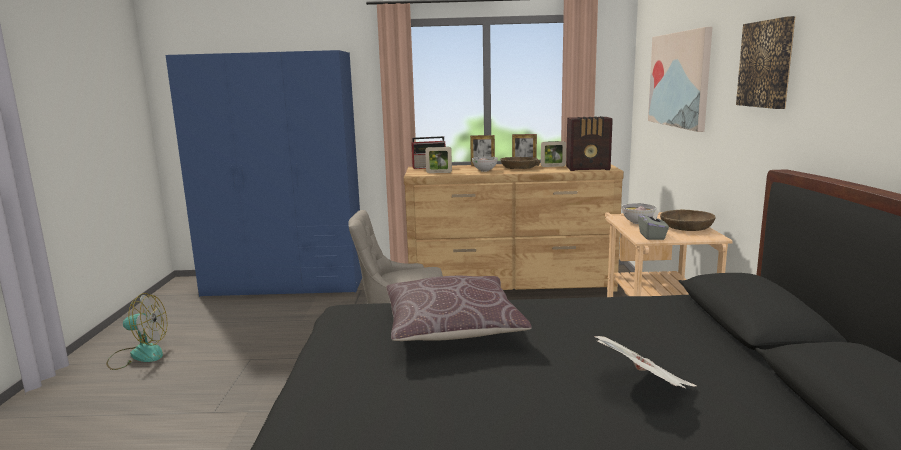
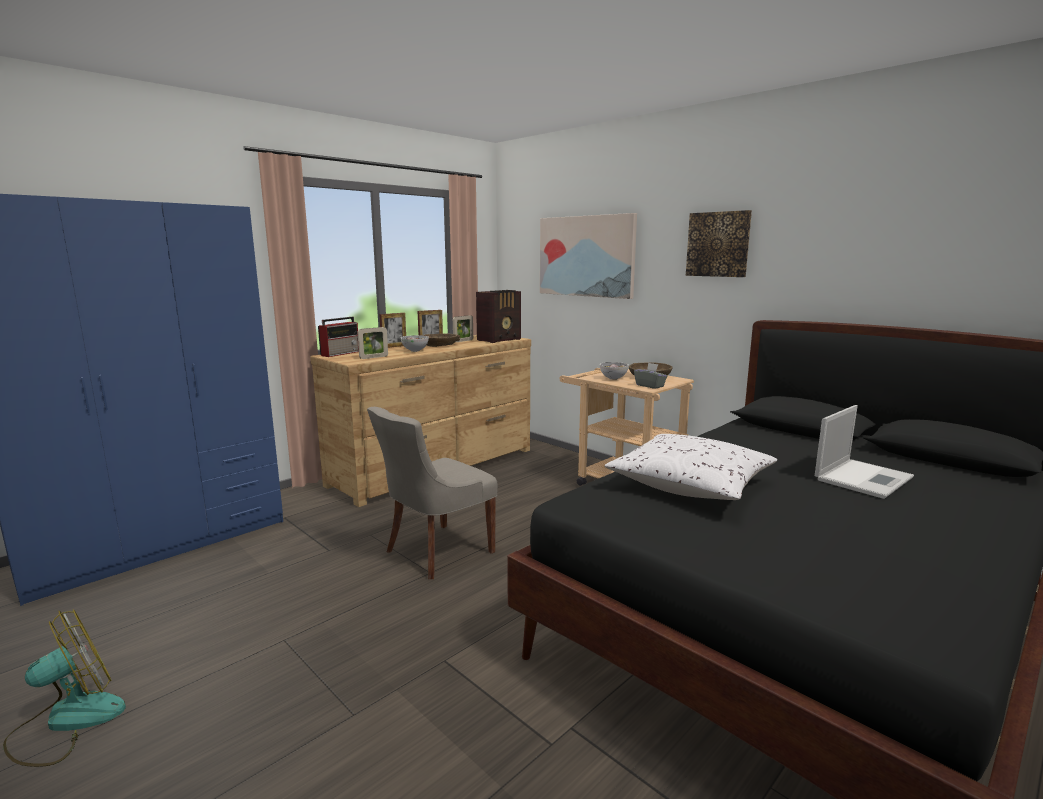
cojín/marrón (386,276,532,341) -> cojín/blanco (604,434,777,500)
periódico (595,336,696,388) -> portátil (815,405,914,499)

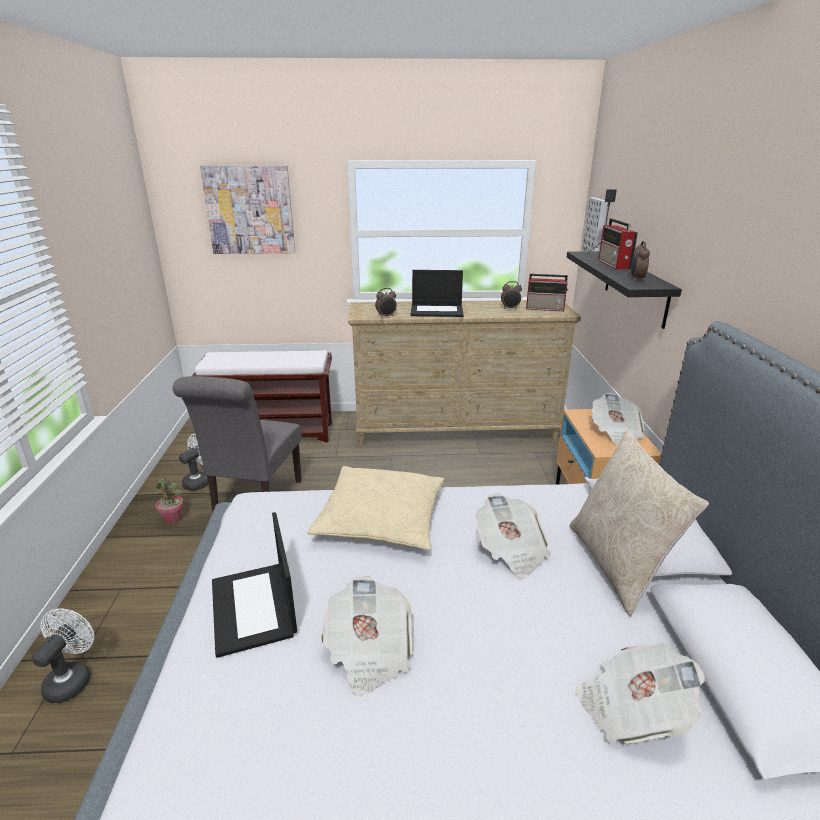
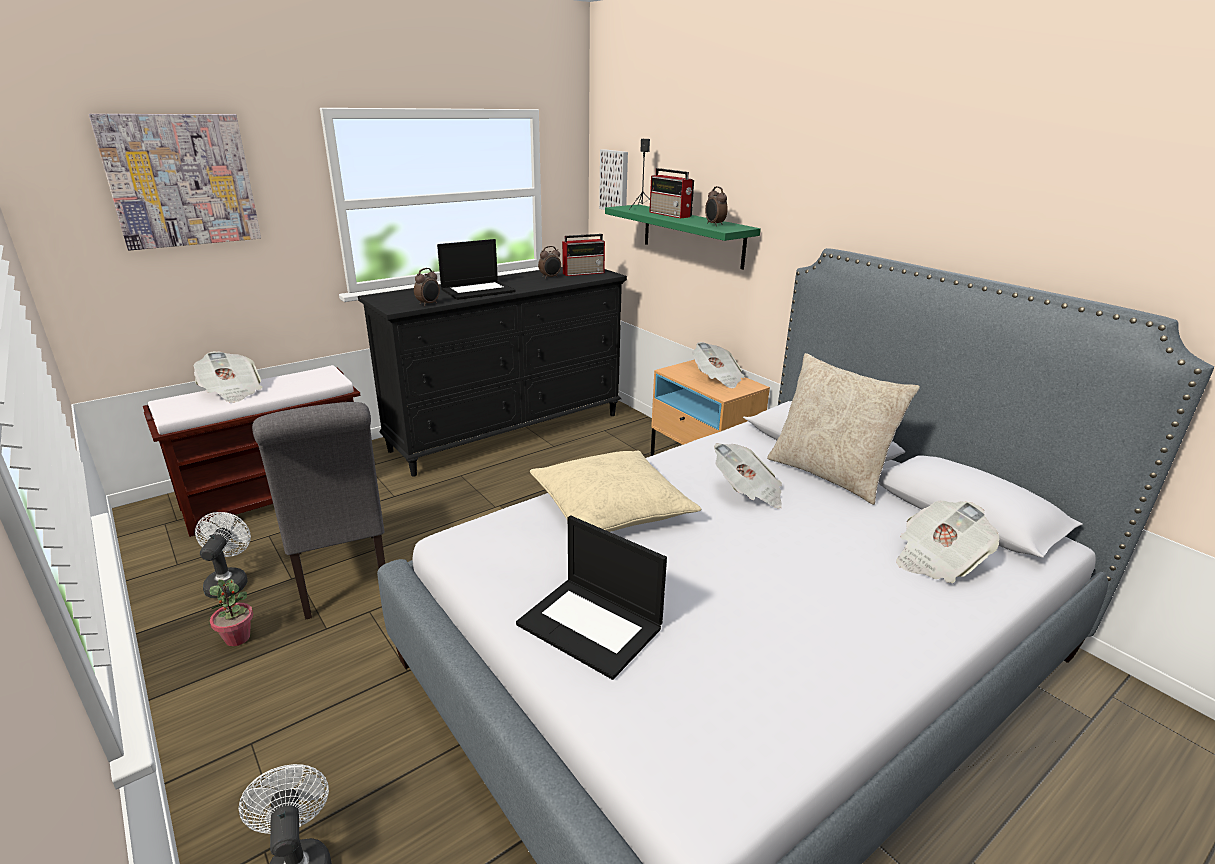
periódico (321,576,412,696) -> periódico (193,351,262,403), shifted
cómoda/beis (348,300,581,446) -> cómoda/negro (358,267,627,477)
estante/negro (567,251,682,329) -> estante/verde (605,205,761,270)

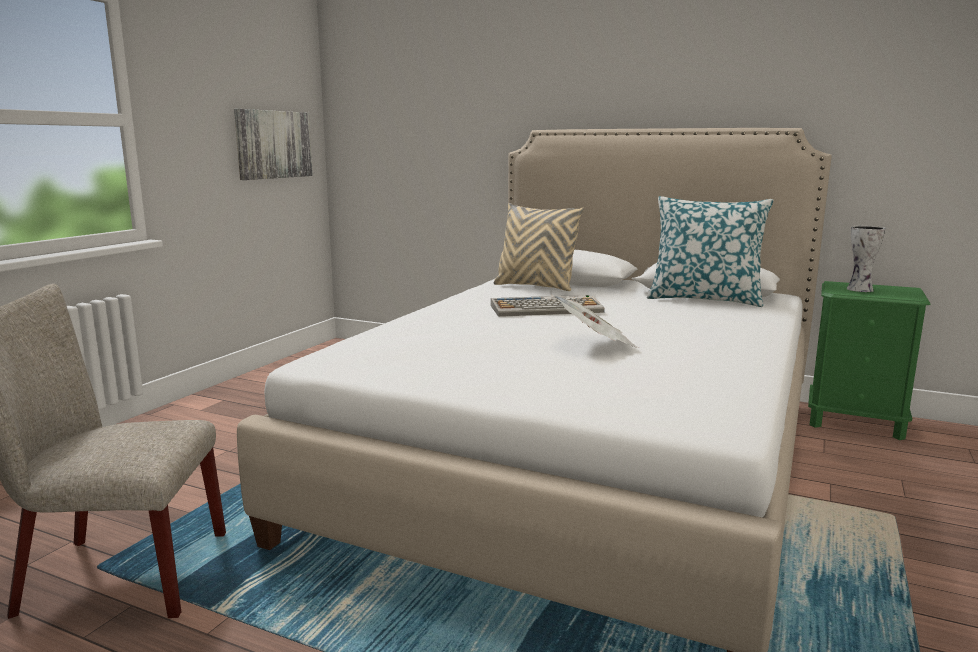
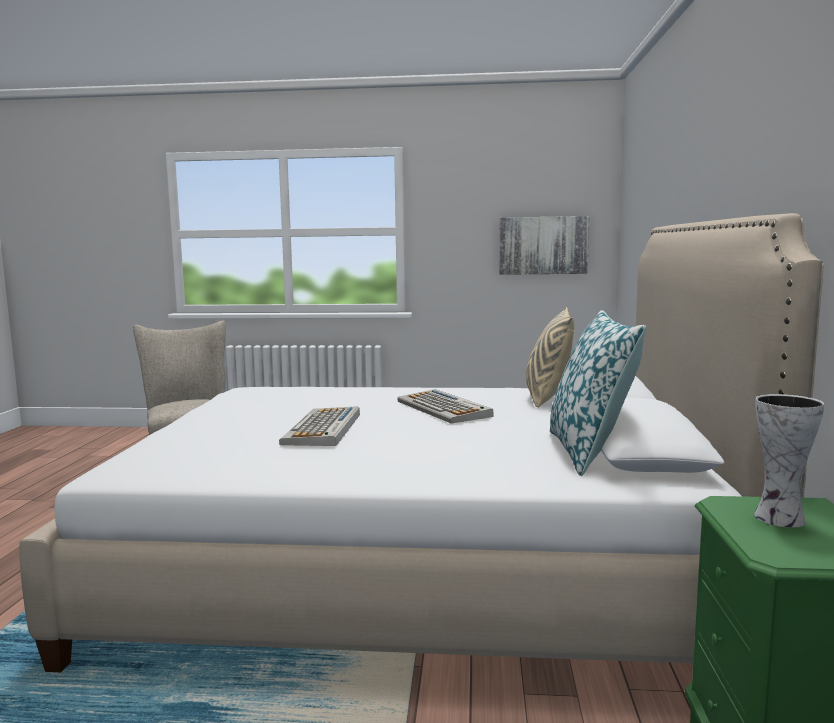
periódico (552,295,639,348) -> teclado (279,406,360,446)

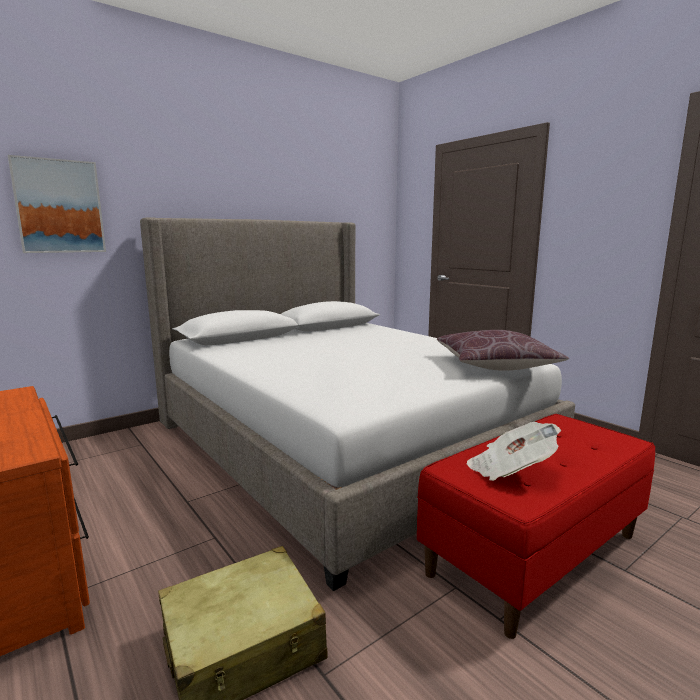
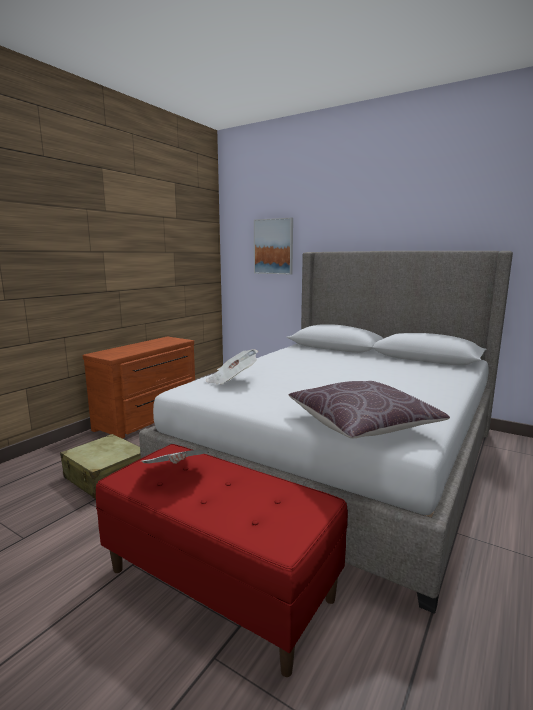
none -> periódico (206,349,258,385)

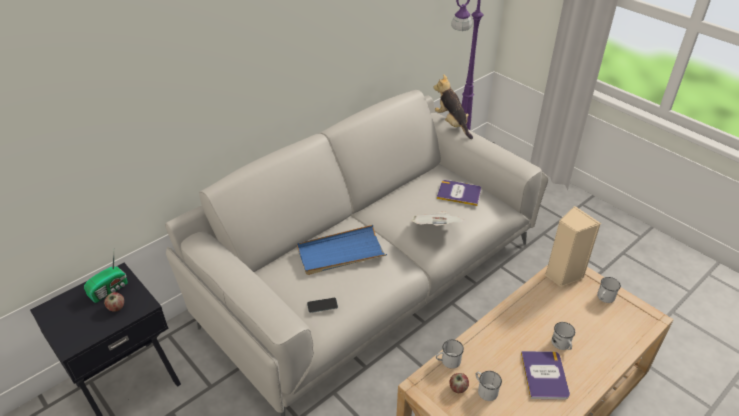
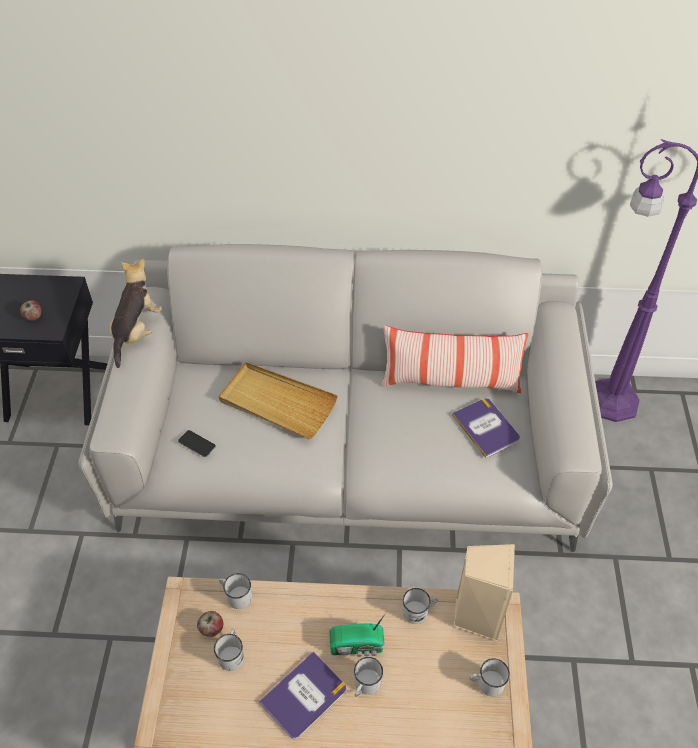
peluche (434,74,473,139) -> peluche (110,258,162,368), shifted
bandeja/azul (297,225,387,275) -> bandeja/beis (218,362,338,439)
radio (84,253,128,303) -> radio (329,612,387,657), shifted
none -> cojín (381,325,529,393)
none -> taza grande/blanco (403,588,438,624)
periódico (412,212,465,226) -> none

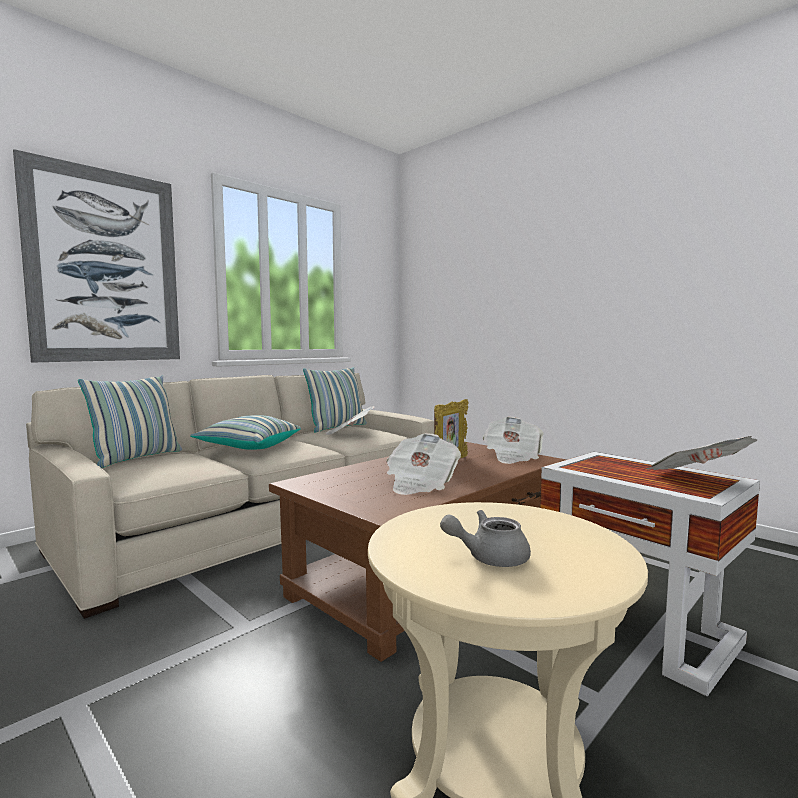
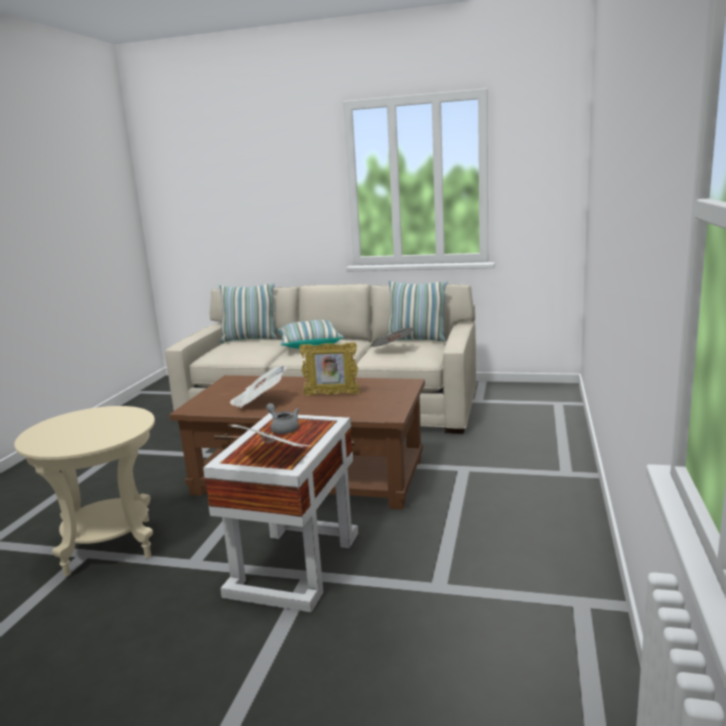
tetera/gris (440,510,531,567) -> tetera/gris (266,403,299,434), shifted
cuadro (13,149,180,363) -> none
periódico (483,416,544,464) -> none

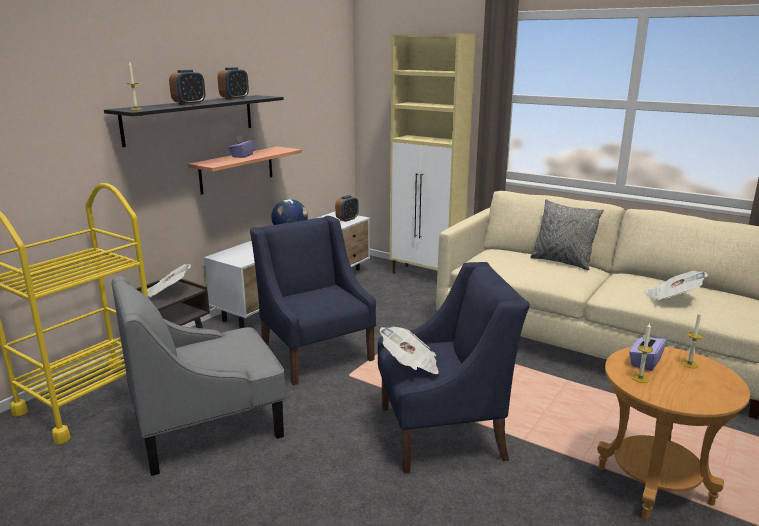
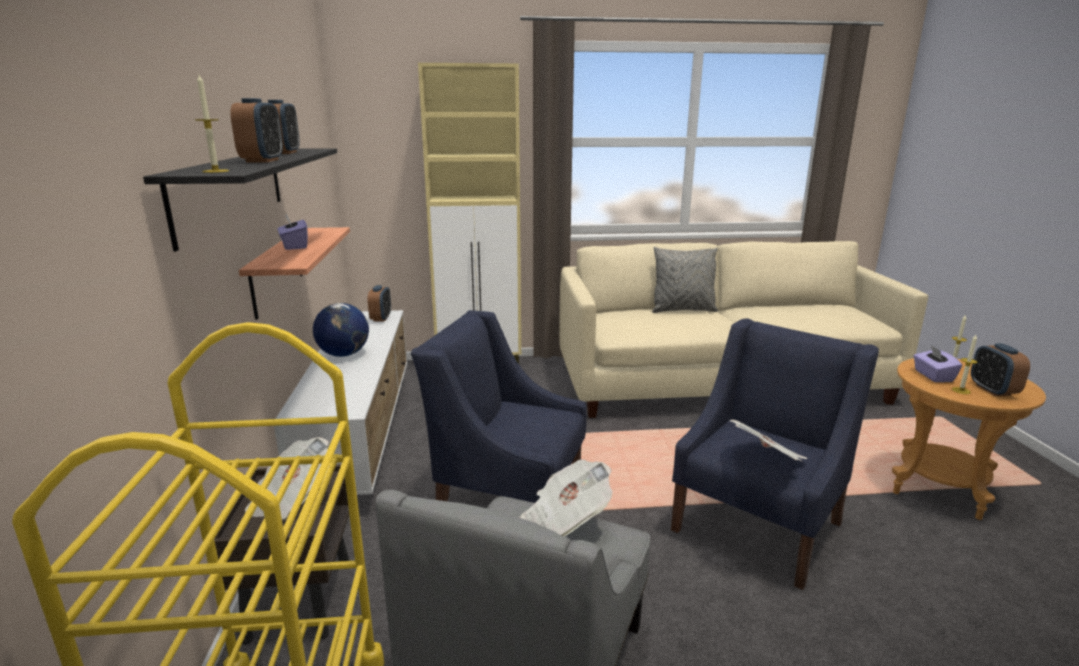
periódico (644,270,708,301) -> periódico (520,459,613,536), shifted
none -> despertador (971,343,1030,396)

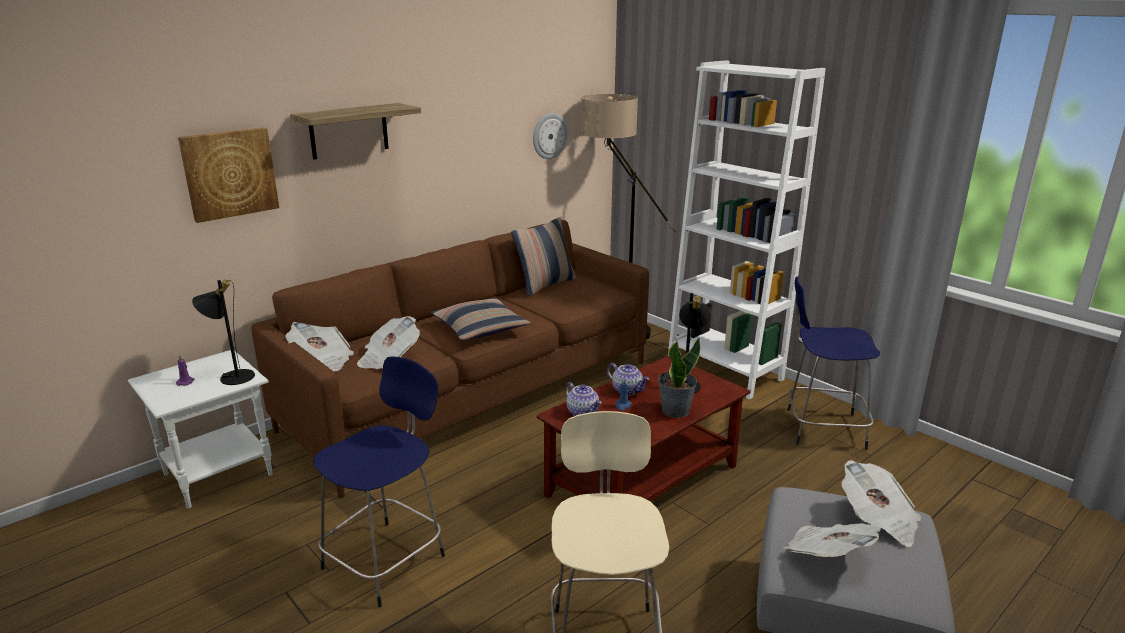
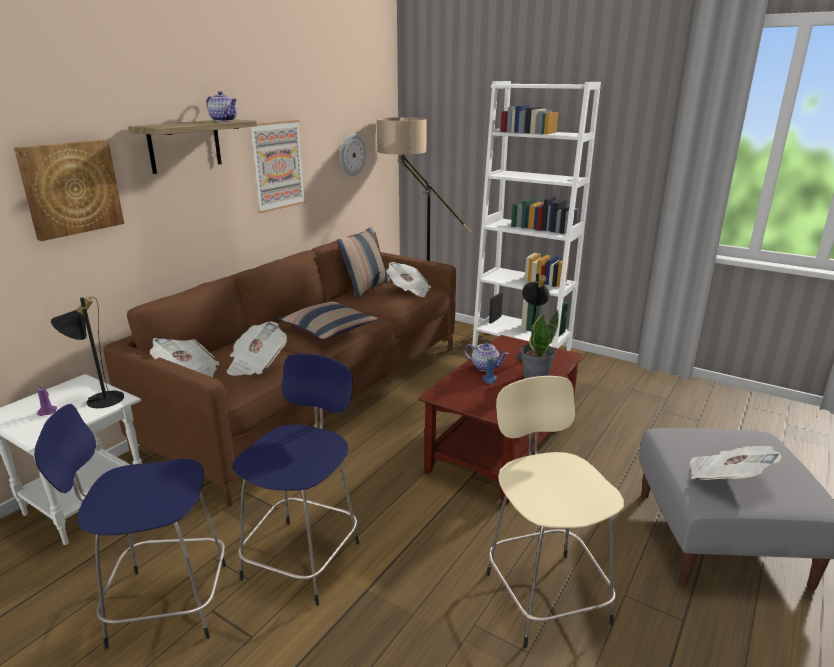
taburete/azul (787,276,880,450) -> taburete/azul (34,404,226,649), shifted
tetera (565,382,602,416) -> tetera (207,91,237,122), shifted
none -> cuadro (251,120,306,213)
periódico (841,460,921,547) -> periódico (386,262,431,297), shifted

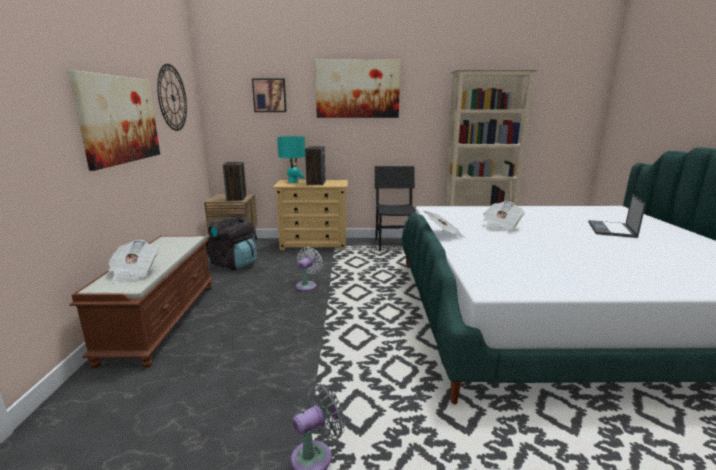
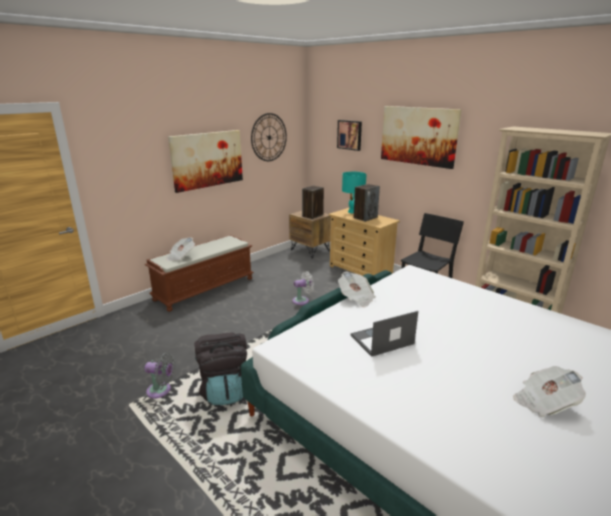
mochila/negro (206,216,257,270) -> mochila/negro (194,332,247,405), shifted
portátil (588,194,646,238) -> portátil (350,311,418,357), shifted
periódico (483,201,524,232) -> periódico (513,366,586,417), shifted

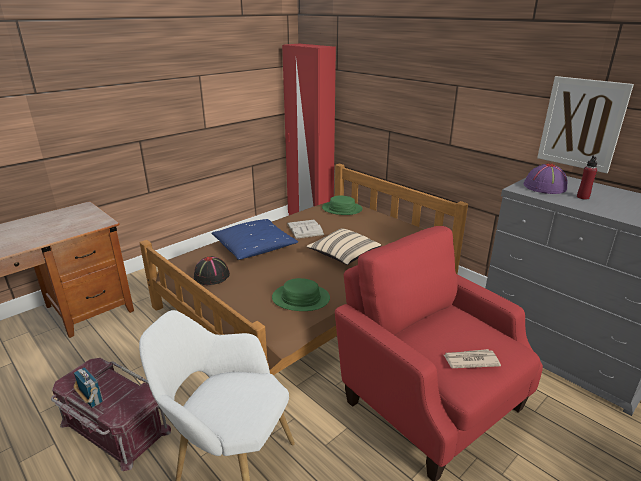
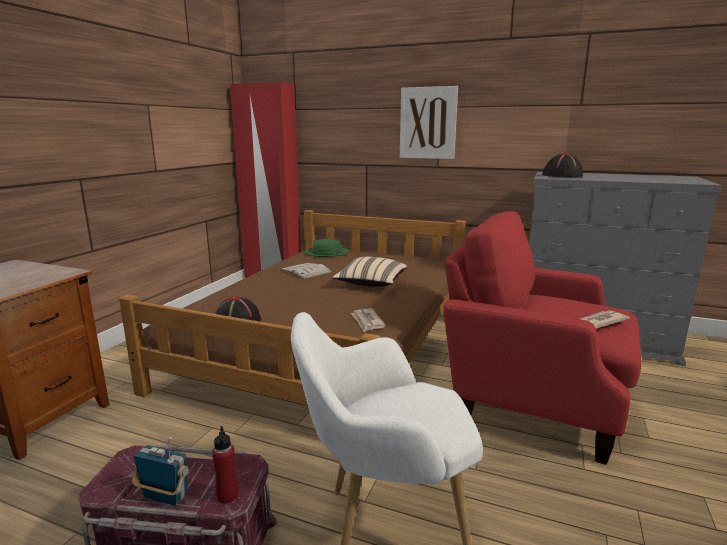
botella/rojo (577,155,597,200) -> botella/rojo (212,426,238,504), shifted
sombrero/verde (272,278,330,311) -> periódico (351,308,385,332)
cuadro (537,76,634,173) -> cuadro (400,86,458,159), shifted
sombrero/morado (524,163,568,194) -> sombrero/negro (542,153,583,177)
cojín/azul (211,219,298,260) -> none

